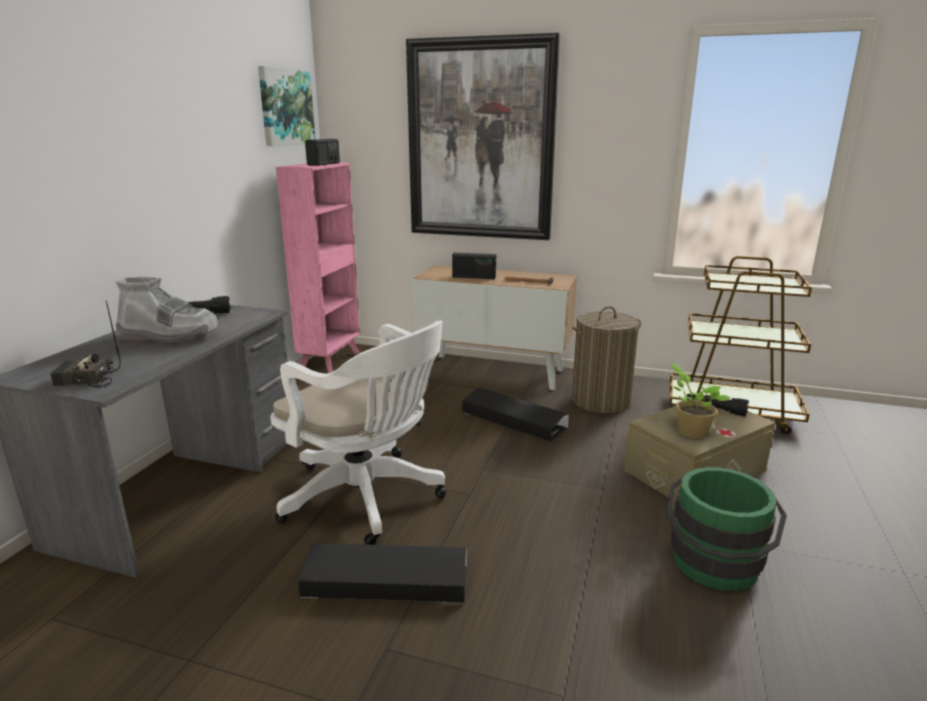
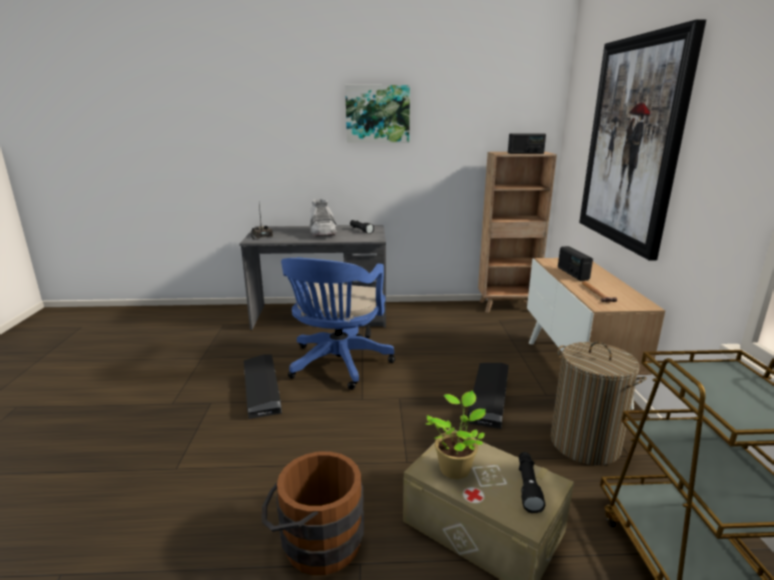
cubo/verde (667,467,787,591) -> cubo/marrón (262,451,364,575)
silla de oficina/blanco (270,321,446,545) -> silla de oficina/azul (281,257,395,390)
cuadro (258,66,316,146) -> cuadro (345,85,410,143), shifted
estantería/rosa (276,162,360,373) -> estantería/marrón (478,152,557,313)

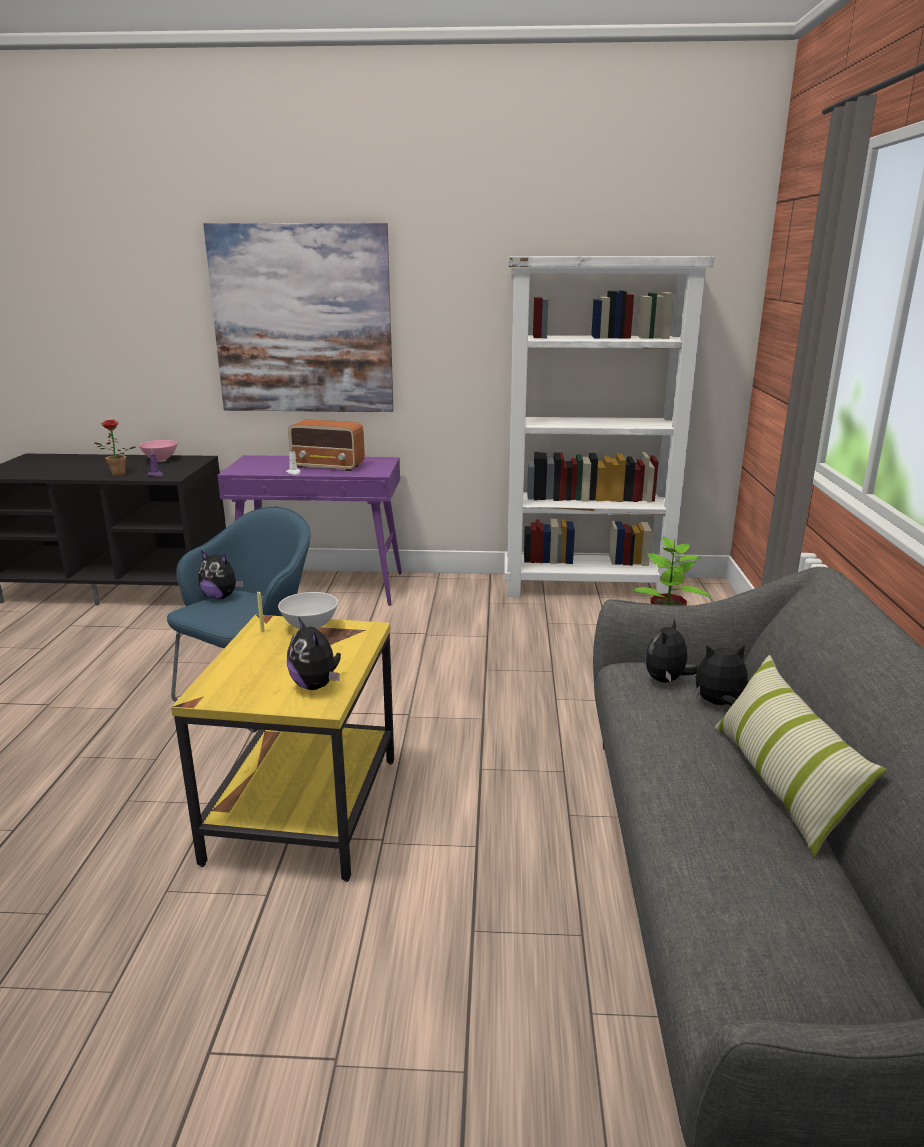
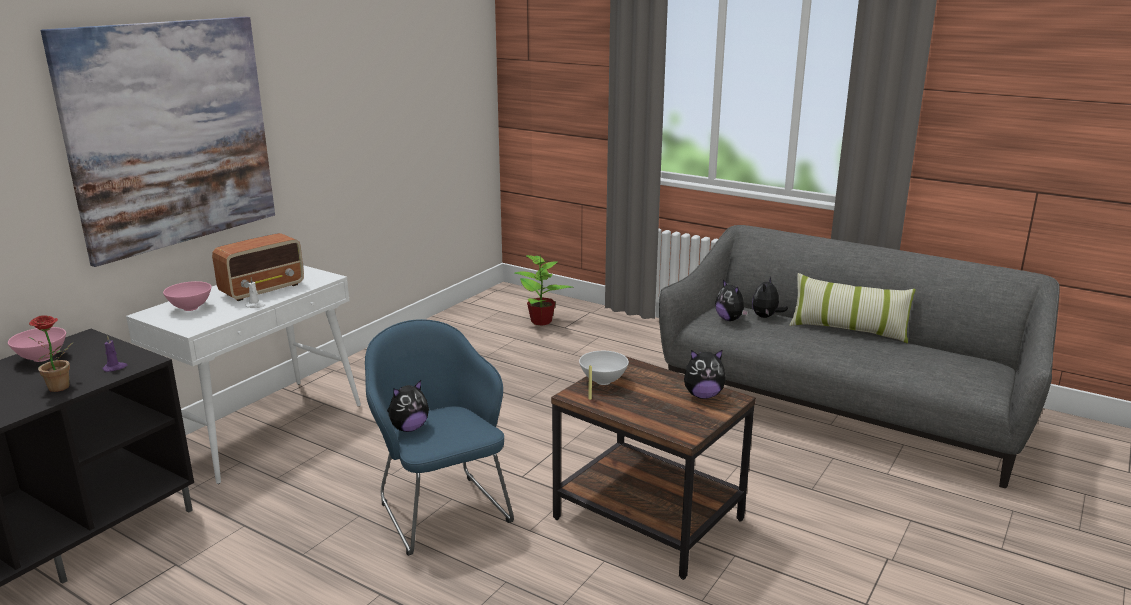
mesa consola/morado (217,455,402,606) -> mesa consola/blanco (126,265,361,484)
none -> cuenco/rosa (163,281,211,311)
mesa auxiliar/amarillo (171,615,394,882) -> mesa auxiliar/marrón (551,356,756,580)
estantería/blanco (504,256,714,597) -> none

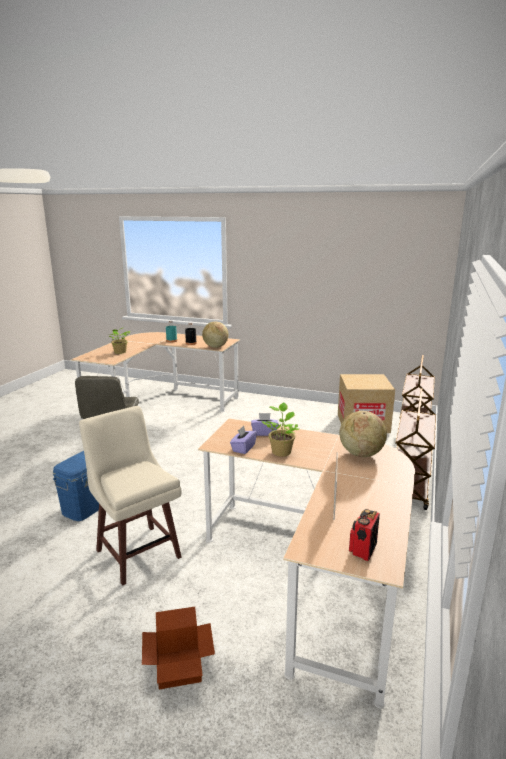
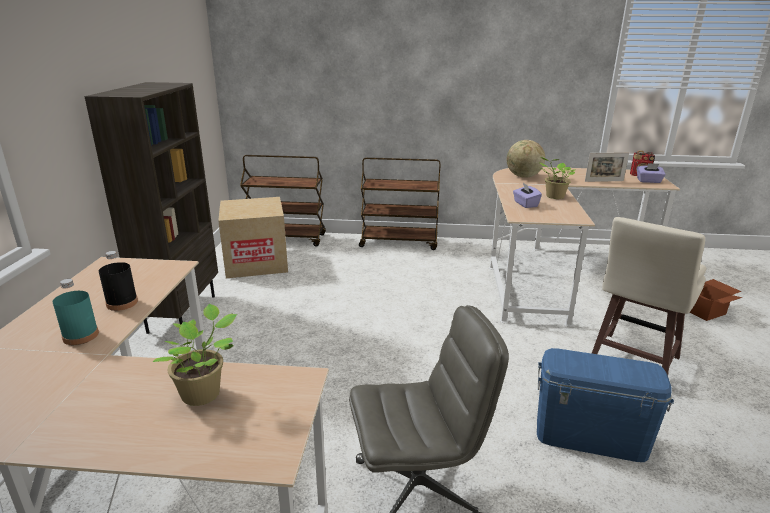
none -> estantería/marrón (84,82,218,334)
caja de pañuelos/morado (230,426,257,454) -> caja de pañuelos/morado (637,163,666,183), shifted
globo terráqueo (202,321,229,348) -> none

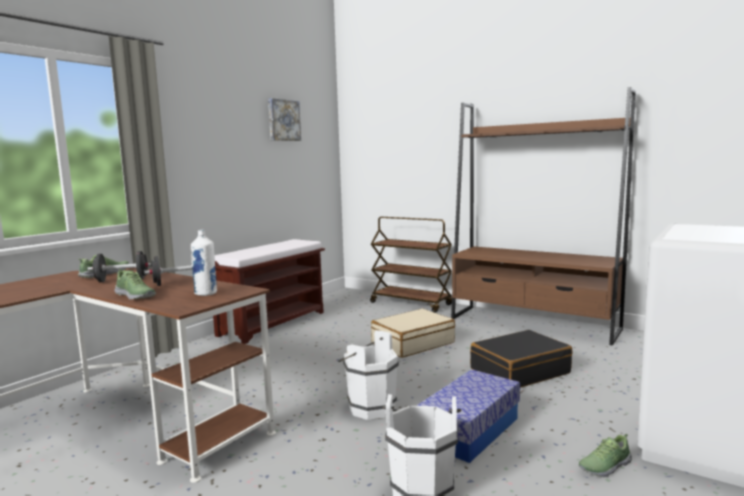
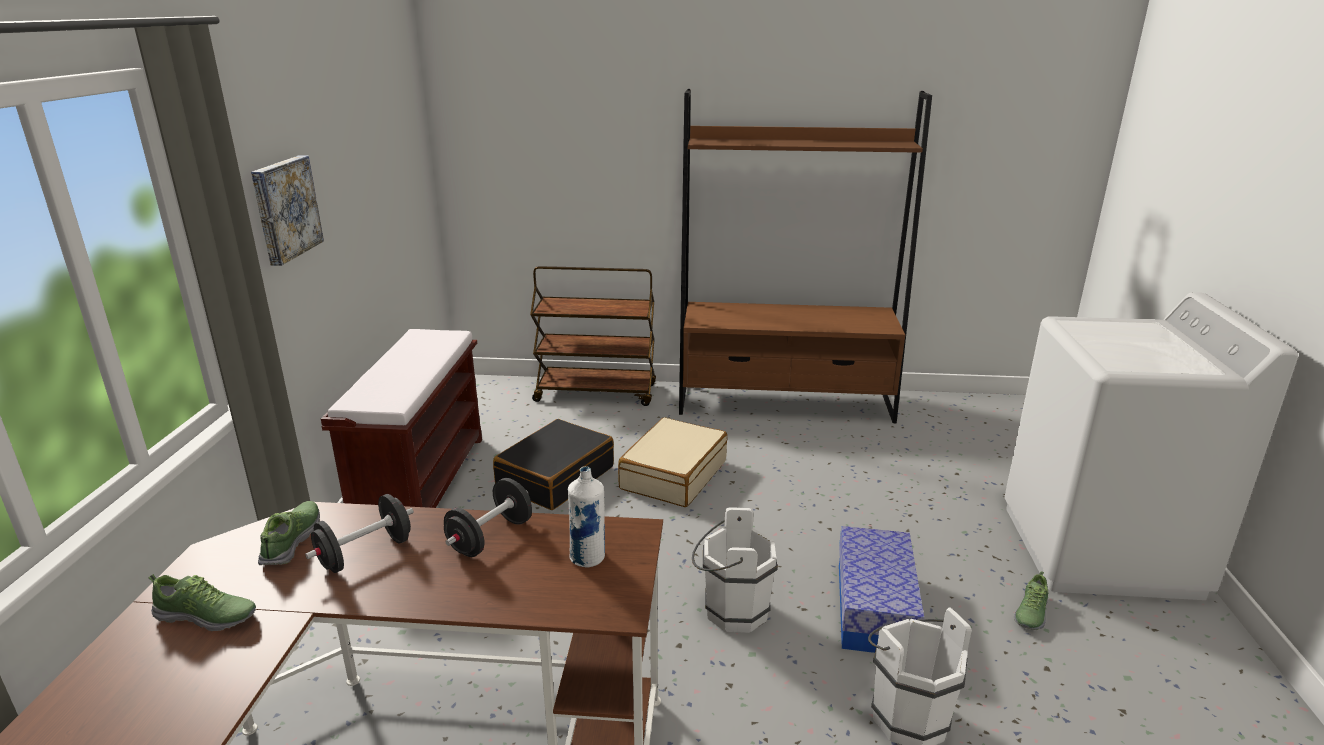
zapato (114,269,156,299) -> zapato (148,574,256,631), shifted
cuadro (268,98,301,141) -> cuadro (251,155,324,266), shifted
maleta/negro (470,330,572,388) -> maleta/negro (493,419,614,510), shifted

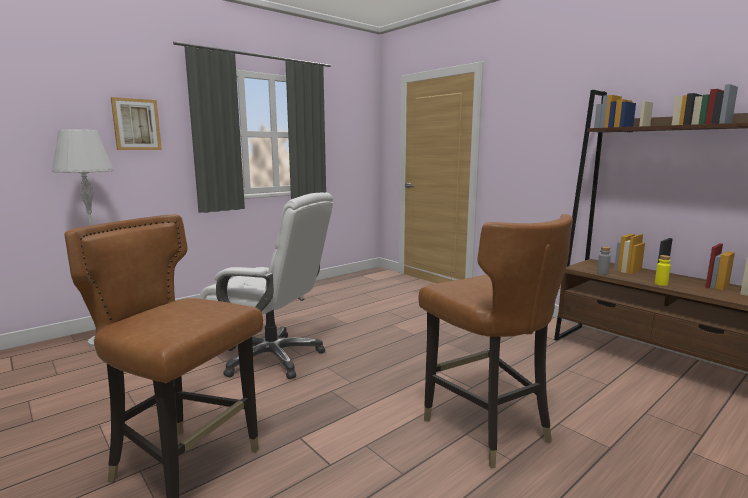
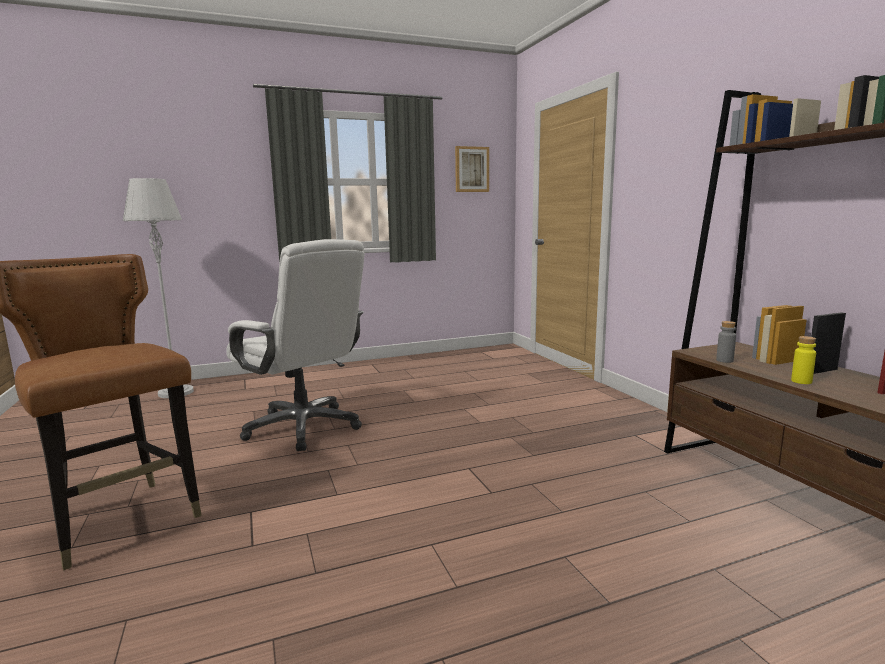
cuadro (111,97,162,150) -> cuadro (455,146,489,192), shifted
silla/marrón (419,214,573,468) -> none

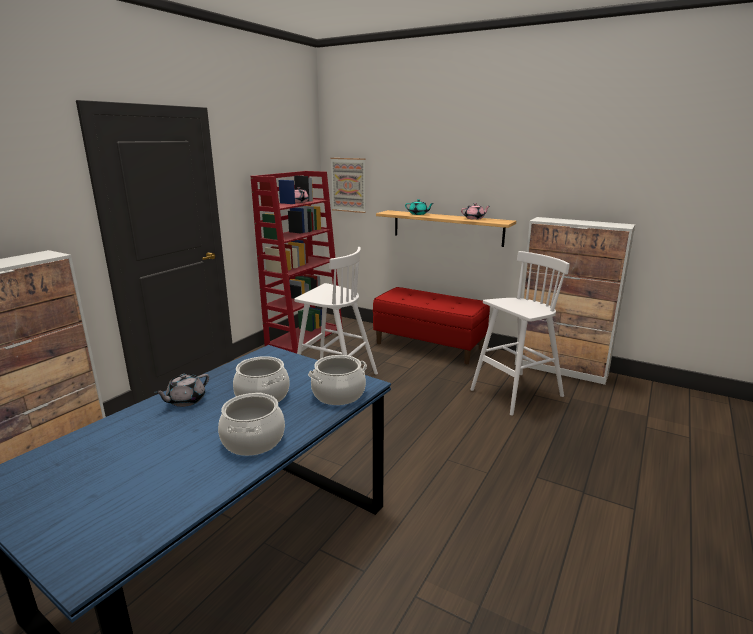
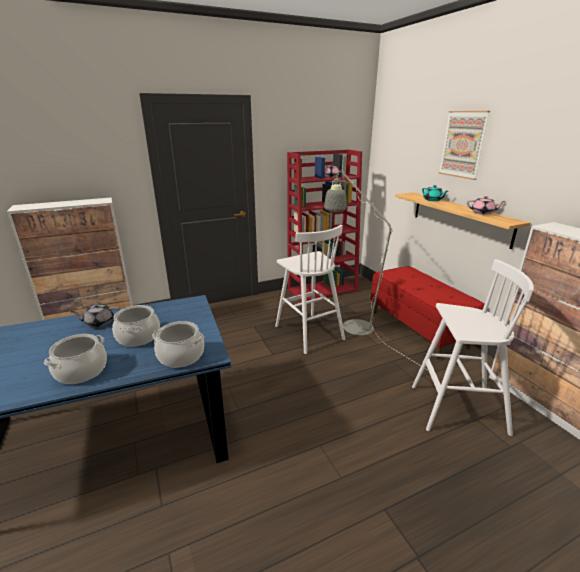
none -> lámpara de pie/gris (324,170,429,371)
cuadro (330,158,366,213) -> cuadro (438,111,490,180), shifted

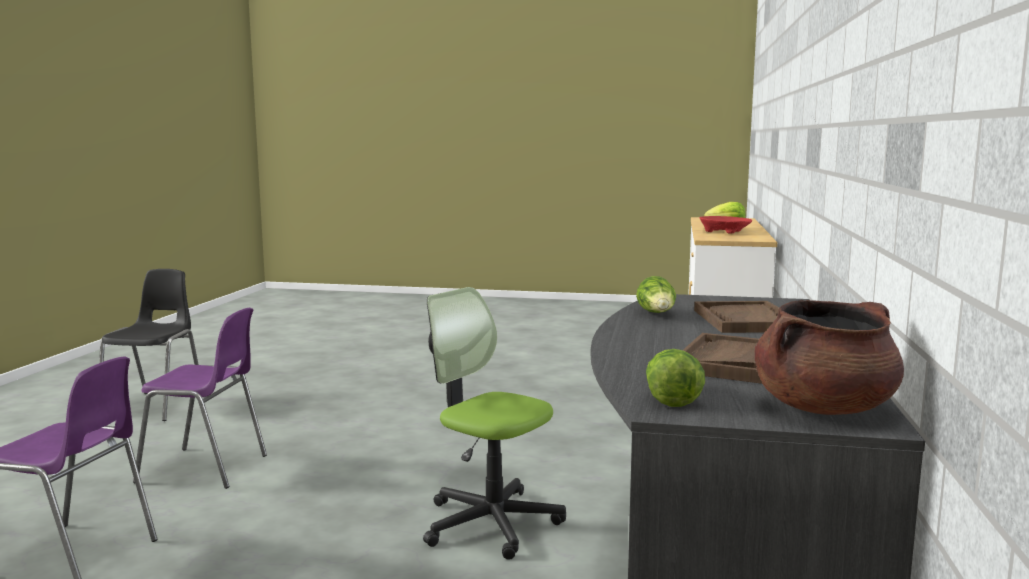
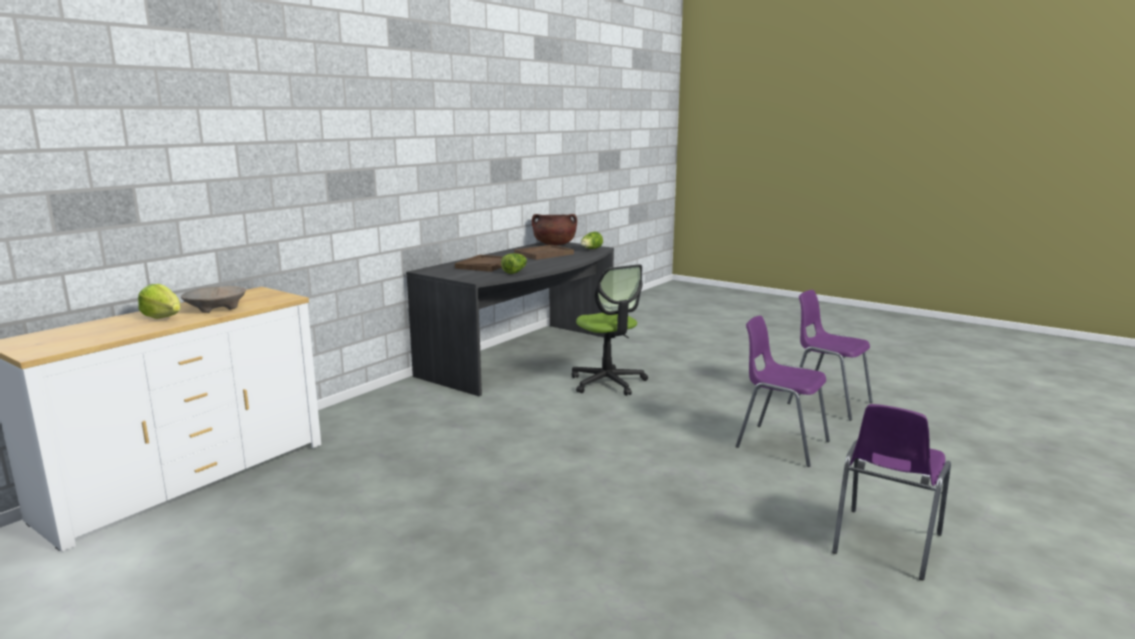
cuenco/rojo (699,216,752,234) -> cuenco/beis (181,286,246,313)
silla/negro (99,269,199,421) -> silla/morado (832,404,951,580)

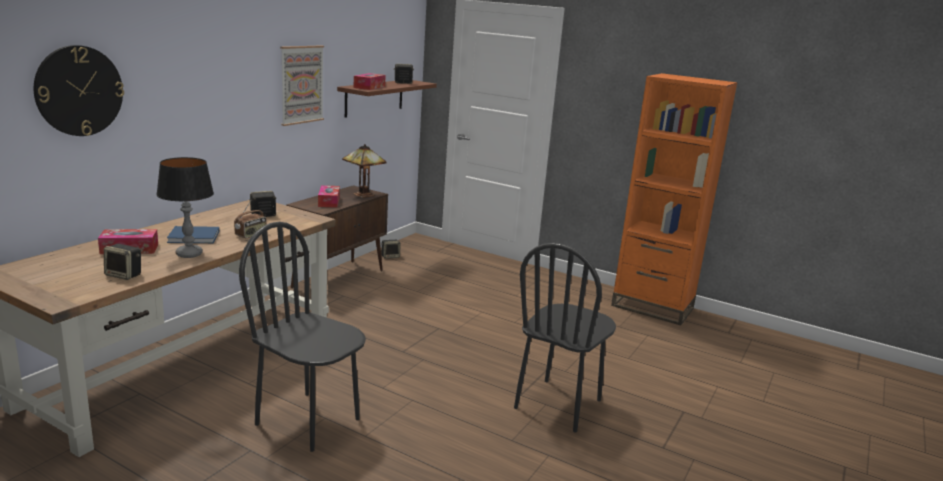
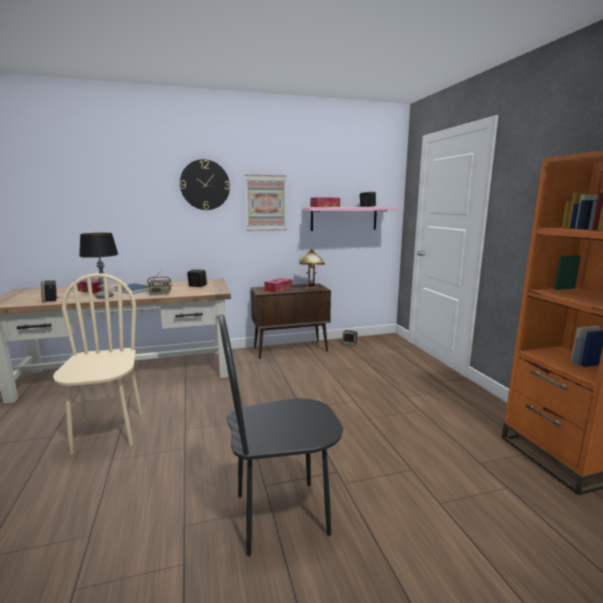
silla/negro (239,222,366,452) -> silla/beis (53,273,142,455)
reloj de pared (34,45,124,136) -> reloj de pared (180,159,230,210), shifted
estante/marrón (337,80,437,118) -> estante/rosa (303,207,398,231)

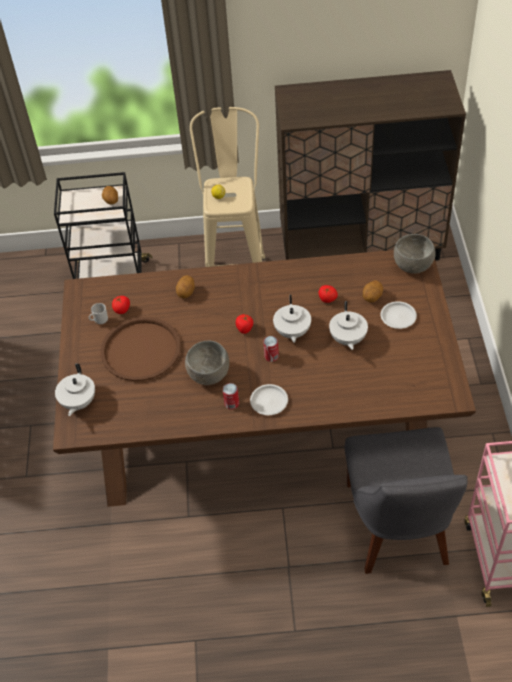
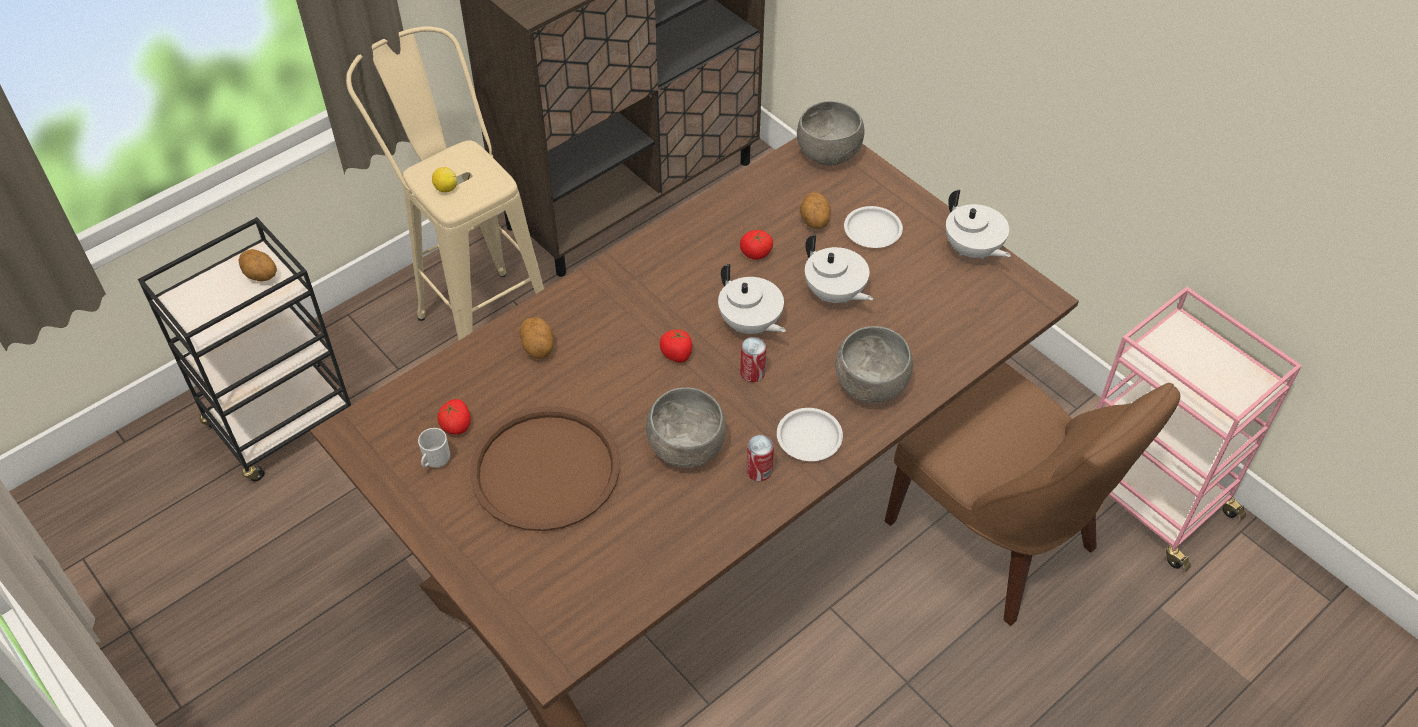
none -> cuenco/gris (835,326,913,403)
silla/gris (345,427,468,574) -> silla/marrón (885,362,1180,626)
tetera/blanco (55,364,95,416) -> tetera/blanco (946,190,1011,260), shifted

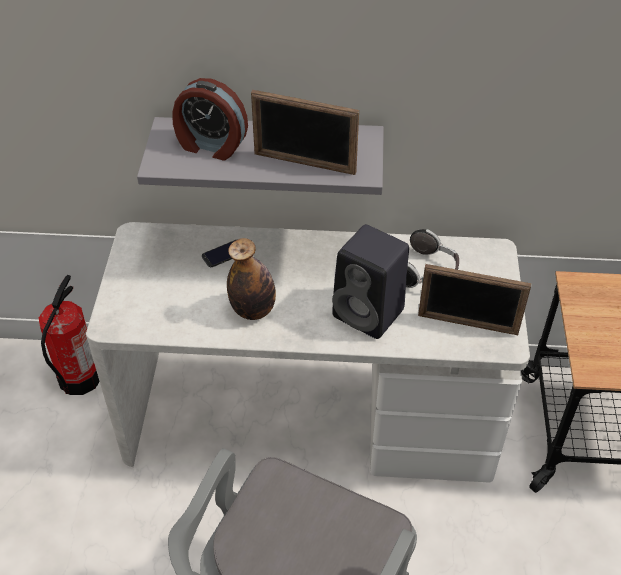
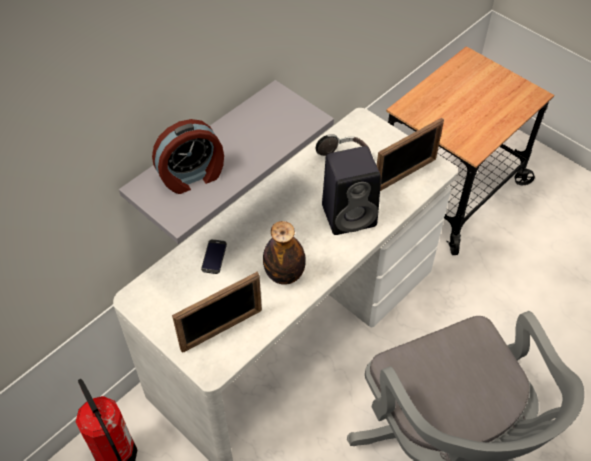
portarretratos (251,90,359,175) -> portarretratos (172,272,262,353), shifted

